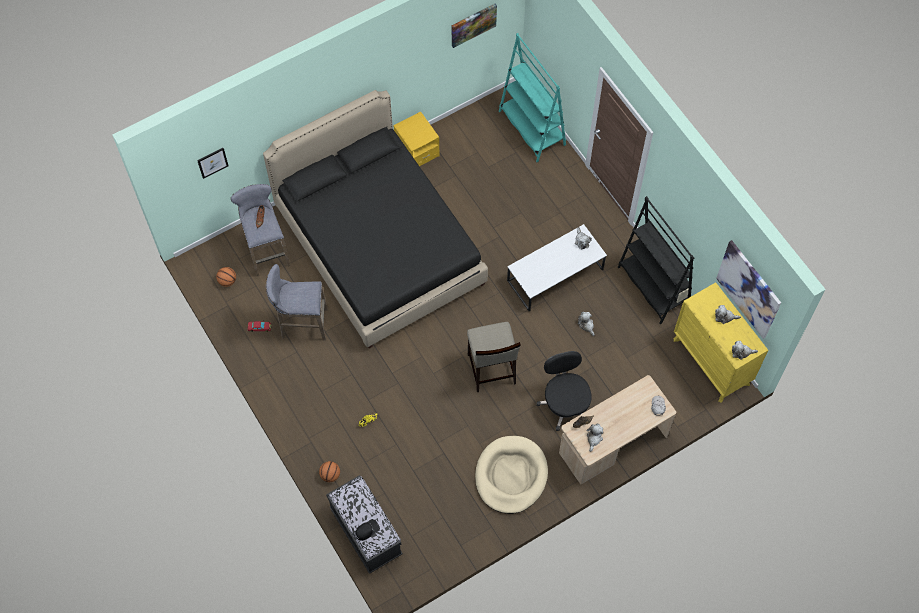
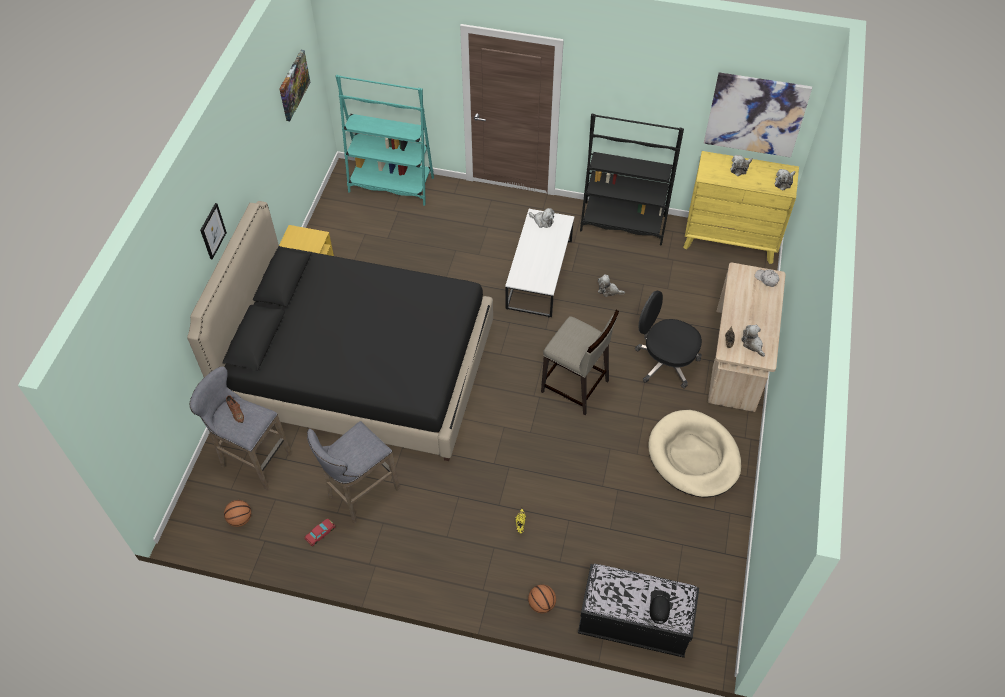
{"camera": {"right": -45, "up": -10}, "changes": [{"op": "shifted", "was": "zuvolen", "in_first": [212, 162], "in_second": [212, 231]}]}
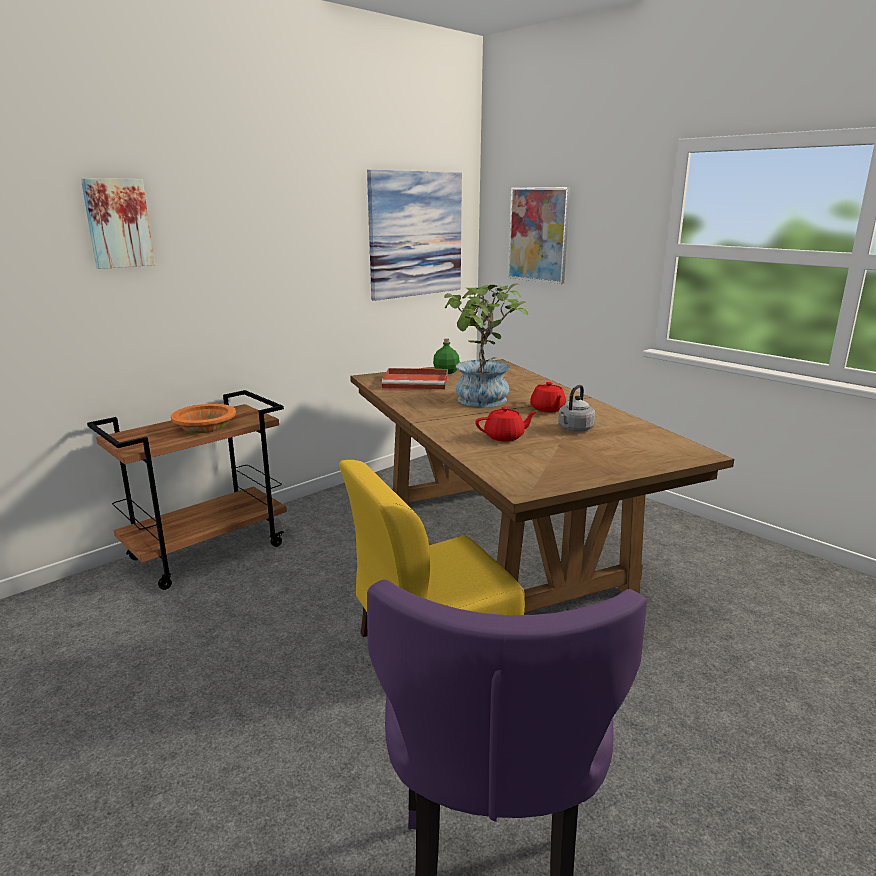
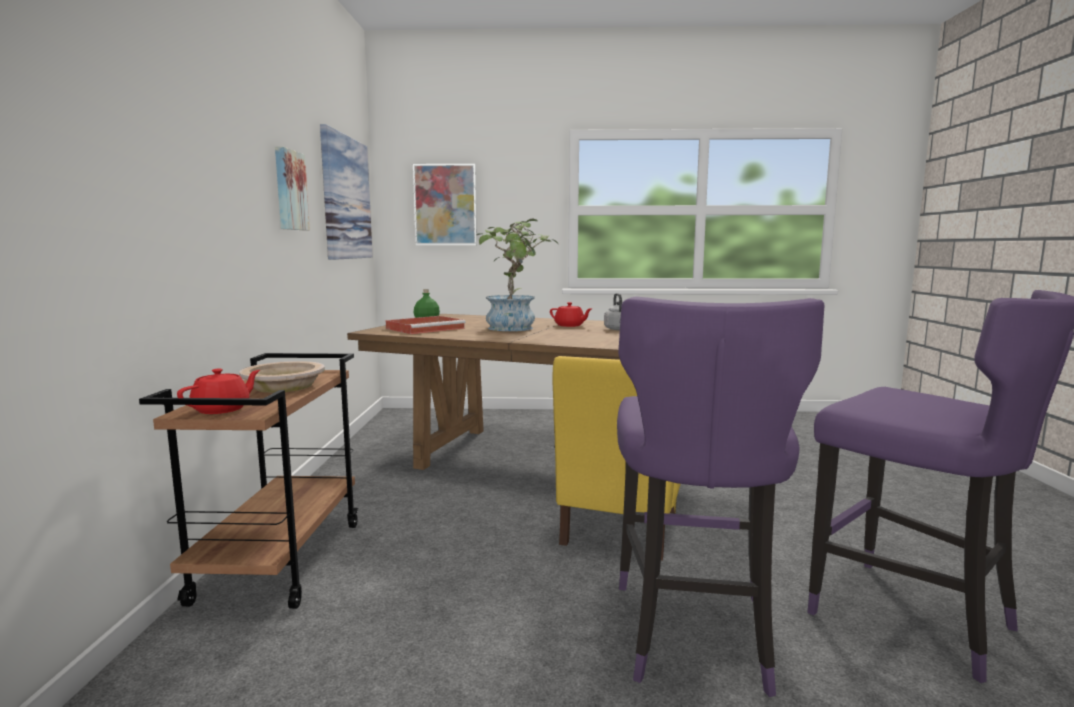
{"camera": {"right": -45, "up": -10}, "changes": [{"op": "shifted", "was": "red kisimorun", "in_first": [505, 437], "in_second": [222, 409]}, {"op": "repainted", "was": "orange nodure", "now": "beige nodure", "in_first": [205, 426], "in_second": [284, 386]}, {"op": "shifted", "was": "zuvolen", "in_first": [118, 223], "in_second": [289, 190]}, {"op": "new", "now": "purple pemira", "in_second": [693, 635]}]}
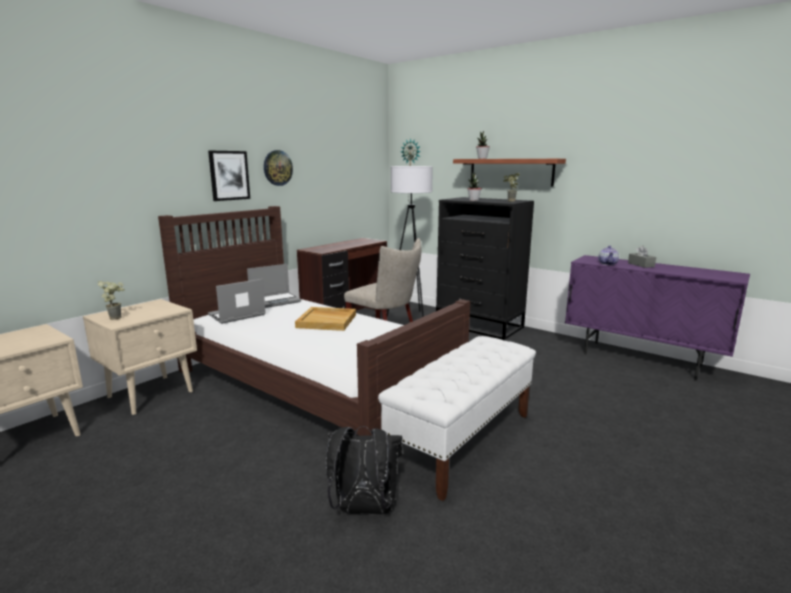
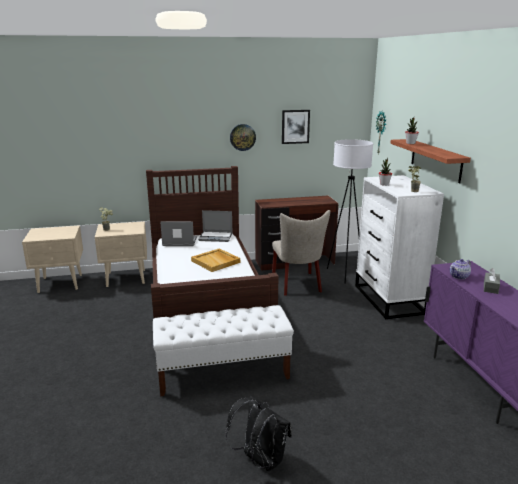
{"camera": {"right": 40, "up": 5}, "changes": [{"op": "shifted", "was": "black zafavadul", "in_first": [363, 509], "in_second": [260, 460]}, {"op": "shifted", "was": "zuvolen", "in_first": [229, 175], "in_second": [295, 126]}, {"op": "repainted", "was": "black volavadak", "now": "white volavadak", "in_first": [480, 326], "in_second": [389, 300]}]}
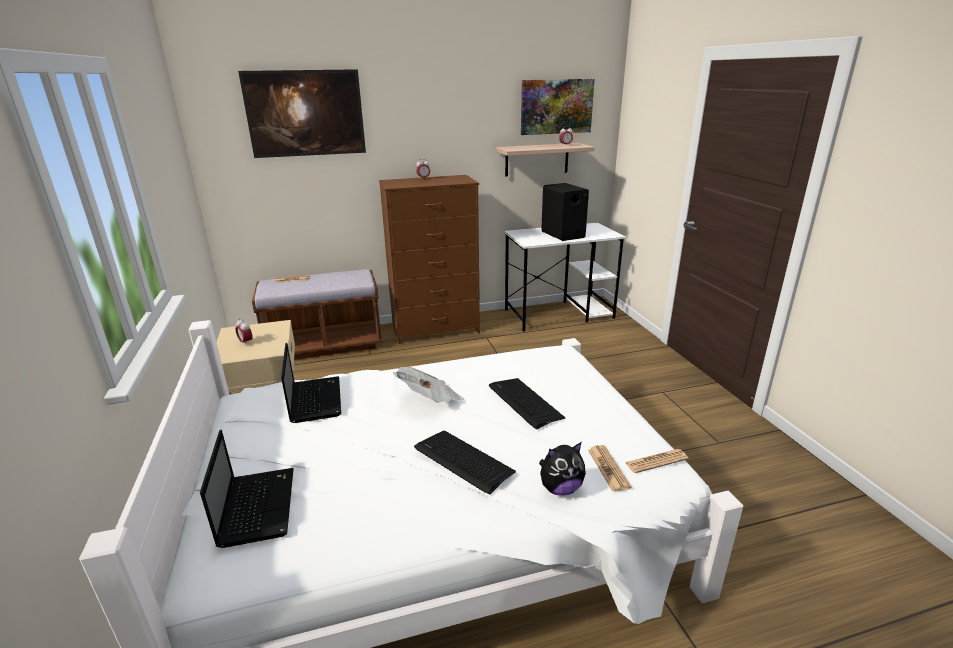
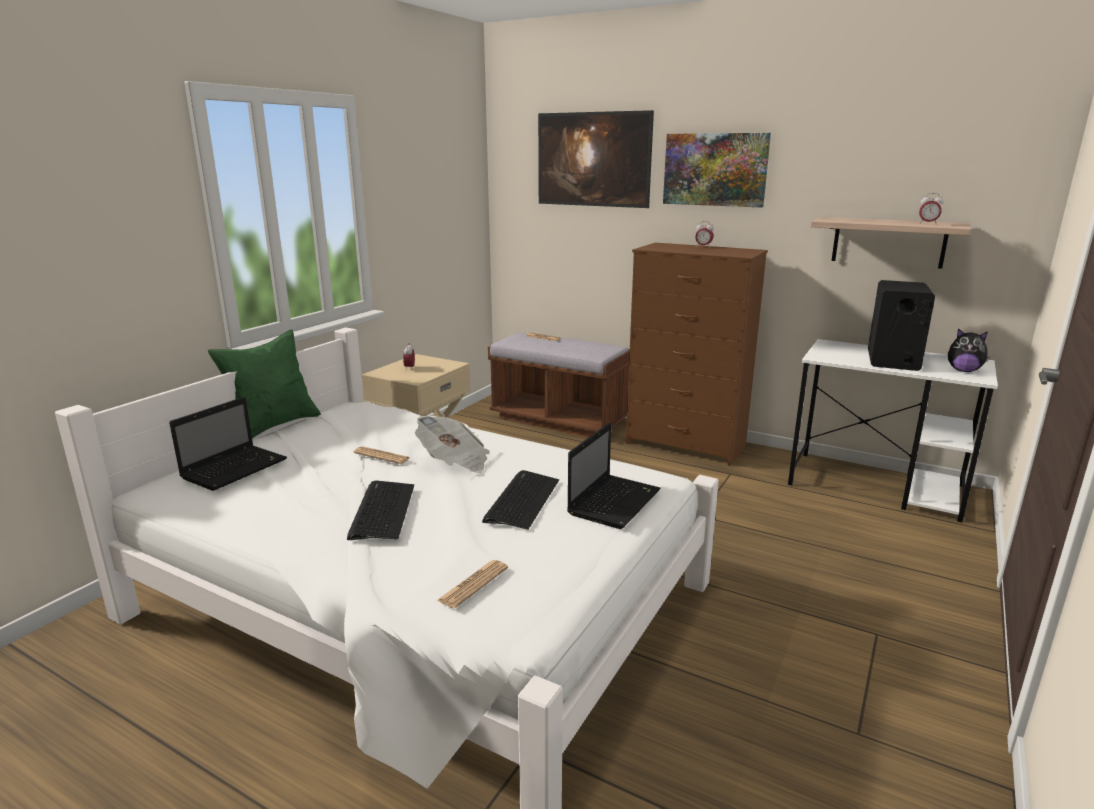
{"camera": {"right": 45, "up": -5}, "changes": [{"op": "new", "now": "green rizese", "in_second": [274, 426]}, {"op": "shifted", "was": "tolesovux", "in_first": [656, 461], "in_second": [382, 456]}, {"op": "shifted", "was": "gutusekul", "in_first": [315, 399], "in_second": [614, 501]}, {"op": "shifted", "was": "zuvolen", "in_first": [556, 106], "in_second": [715, 169]}, {"op": "shifted", "was": "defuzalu", "in_first": [560, 488], "in_second": [963, 371]}]}
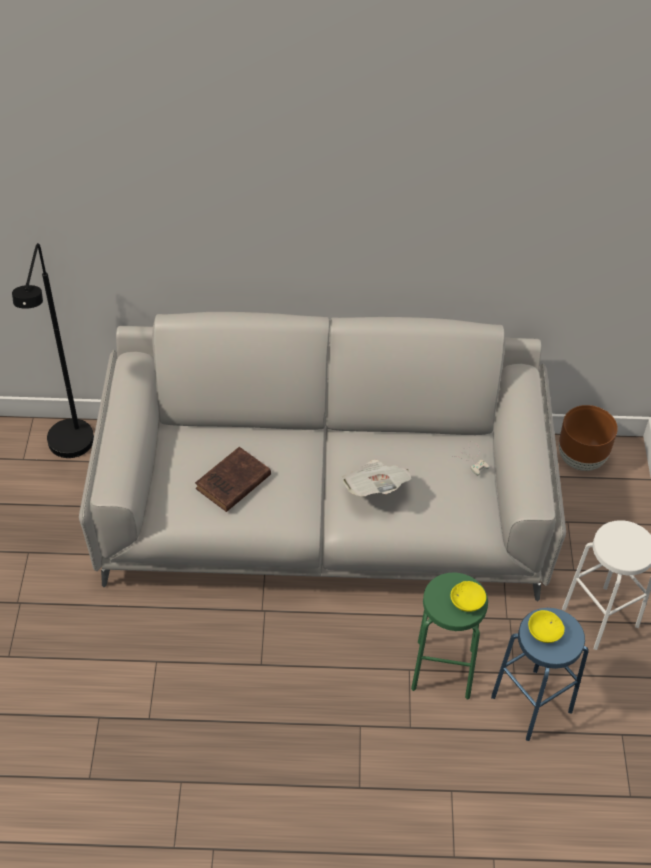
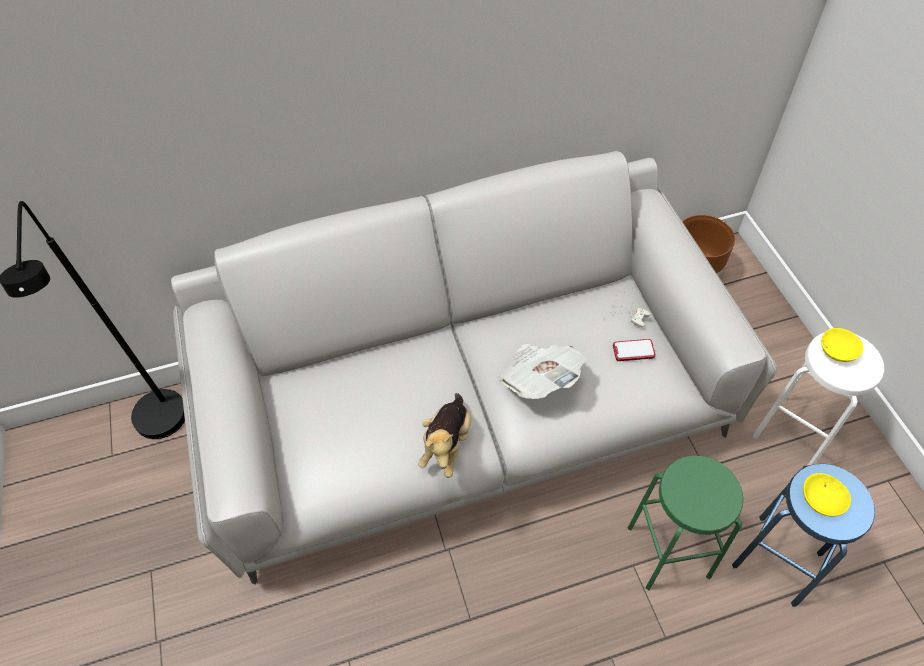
{"camera": {"right": -15, "up": 5}, "changes": [{"op": "new", "now": "defuzalu", "in_second": [447, 444]}, {"op": "new", "now": "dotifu", "in_second": [633, 351]}, {"op": "shifted", "was": "yellow nodure", "in_first": [467, 602], "in_second": [838, 352]}, {"op": "gone", "was": "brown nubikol", "in_first": [232, 483]}]}
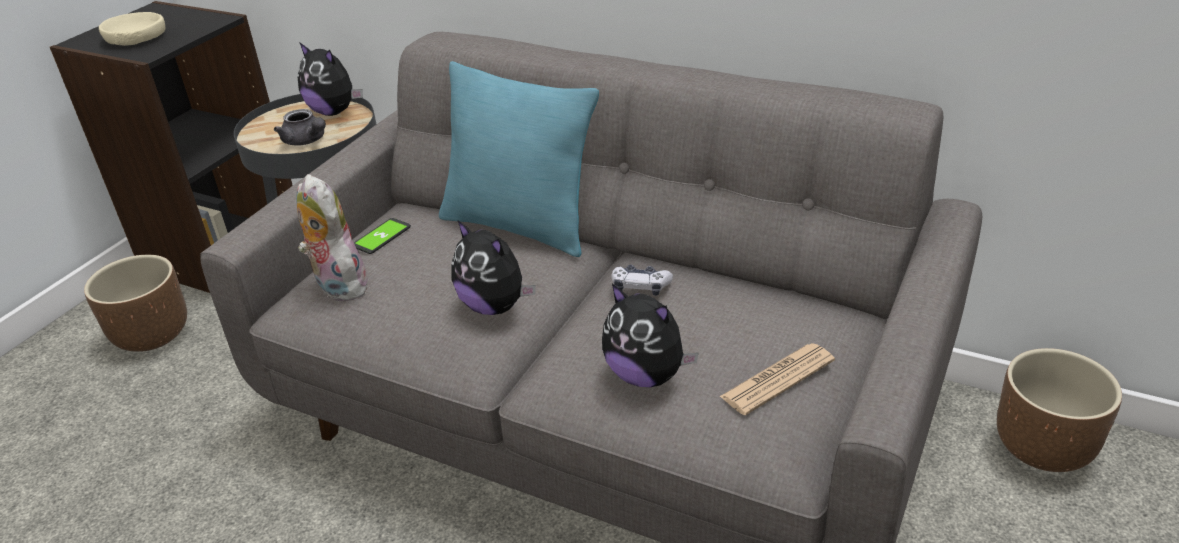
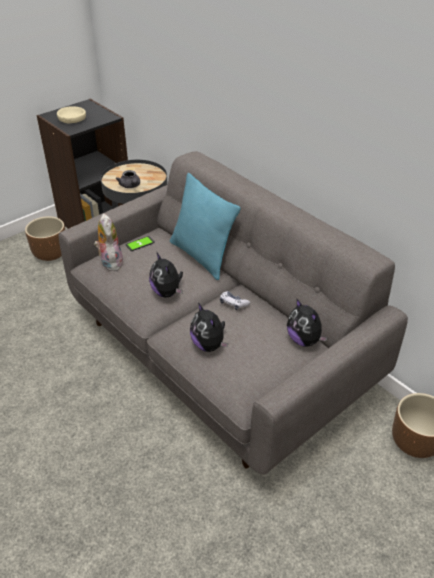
{"camera": {"right": 20, "up": 5}, "changes": [{"op": "shifted", "was": "defuzalu", "in_first": [334, 111], "in_second": [304, 340]}, {"op": "gone", "was": "tolesovux", "in_first": [777, 379]}]}
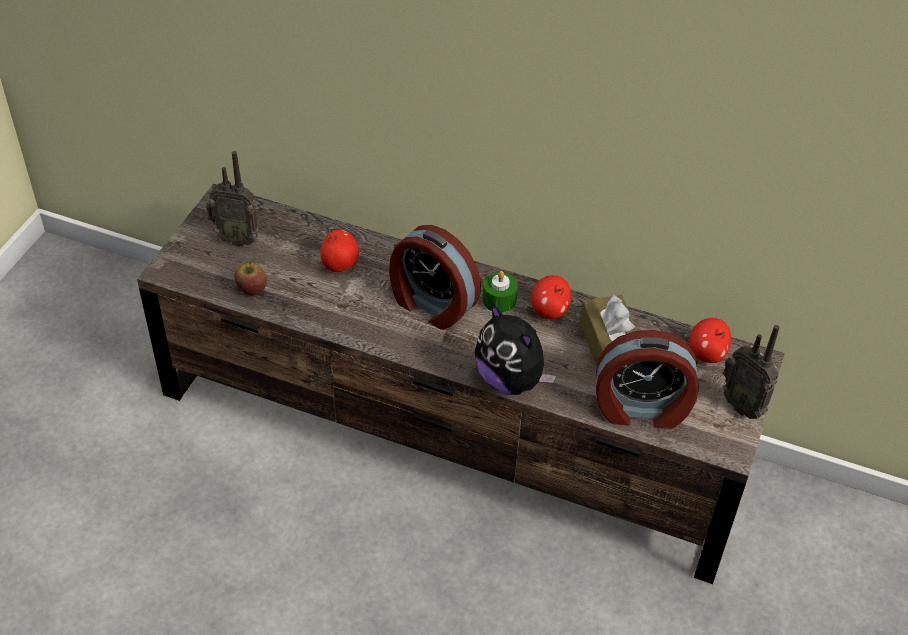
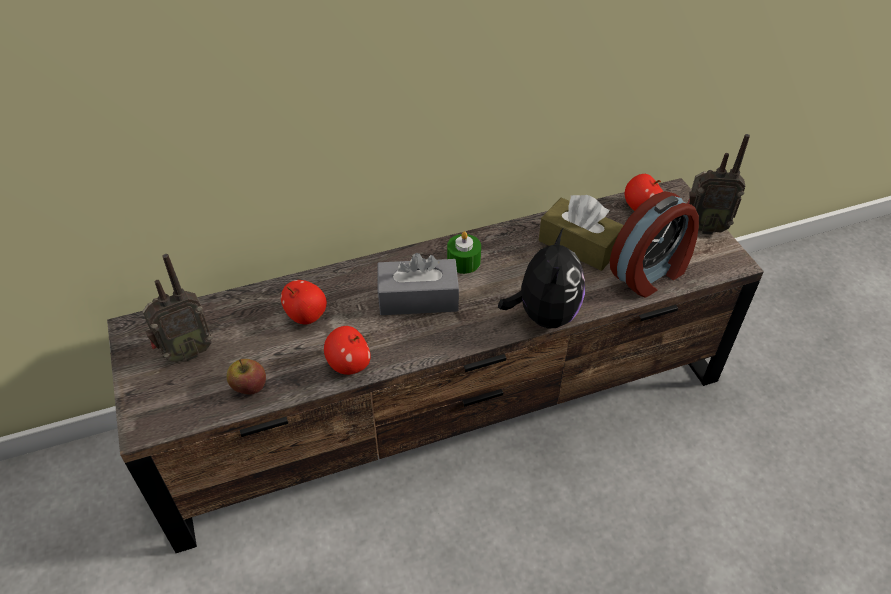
{"camera": {"right": -40, "up": 0}, "changes": [{"op": "shifted", "was": "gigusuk", "in_first": [549, 311], "in_second": [349, 364]}, {"op": "swapped", "was": "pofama", "now": "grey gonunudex", "in_first": [431, 305], "in_second": [418, 298]}, {"op": "rotated", "was": "defuzalu", "in_first": [511, 380], "in_second": [543, 314], "clockwise": -90}]}
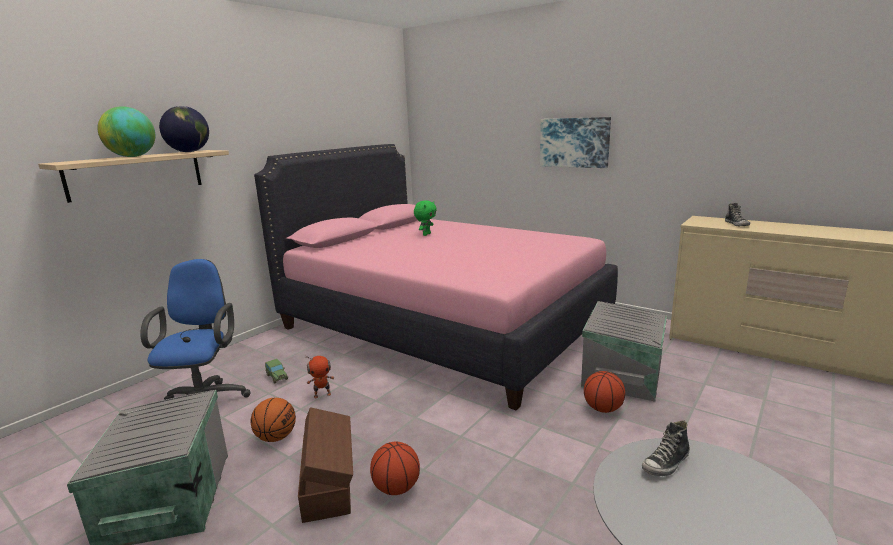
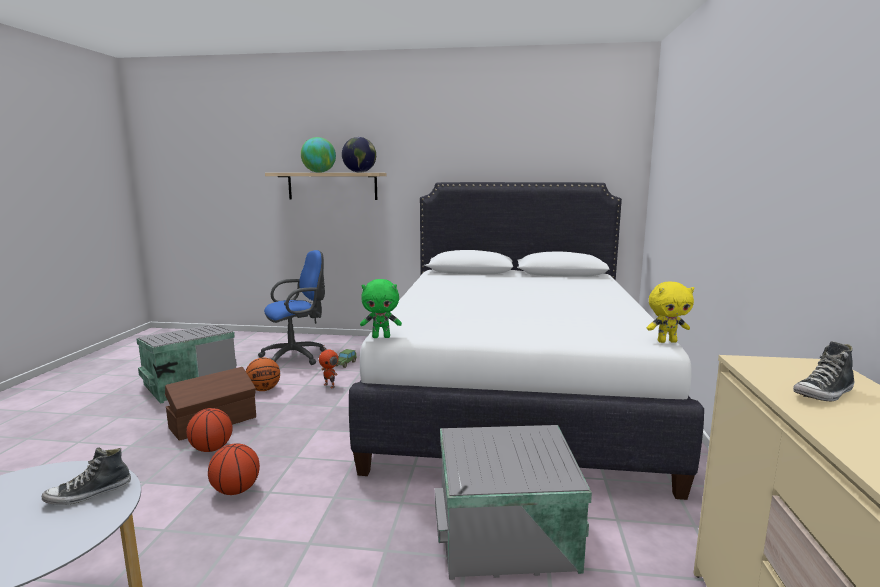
{"camera": {"right": 60, "up": -5}, "changes": [{"op": "rotated", "was": "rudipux", "in_first": [666, 463], "in_second": [89, 494], "clockwise": -60}, {"op": "shifted", "was": "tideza", "in_first": [603, 409], "in_second": [236, 490]}, {"op": "repainted", "was": "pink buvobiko", "now": "white buvobiko", "in_first": [443, 324], "in_second": [513, 394]}, {"op": "shifted", "was": "green defuzalu", "in_first": [426, 234], "in_second": [381, 337]}, {"op": "new", "now": "yellow defuzalu", "in_second": [666, 341]}, {"op": "gone", "was": "zuvolen", "in_first": [574, 142]}]}
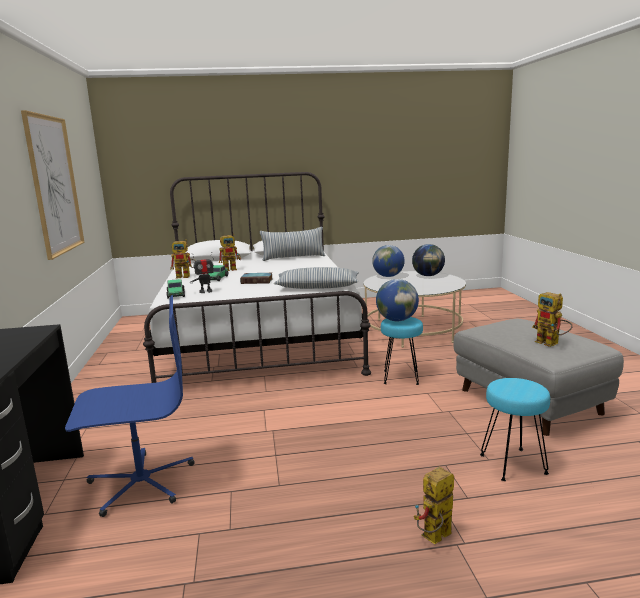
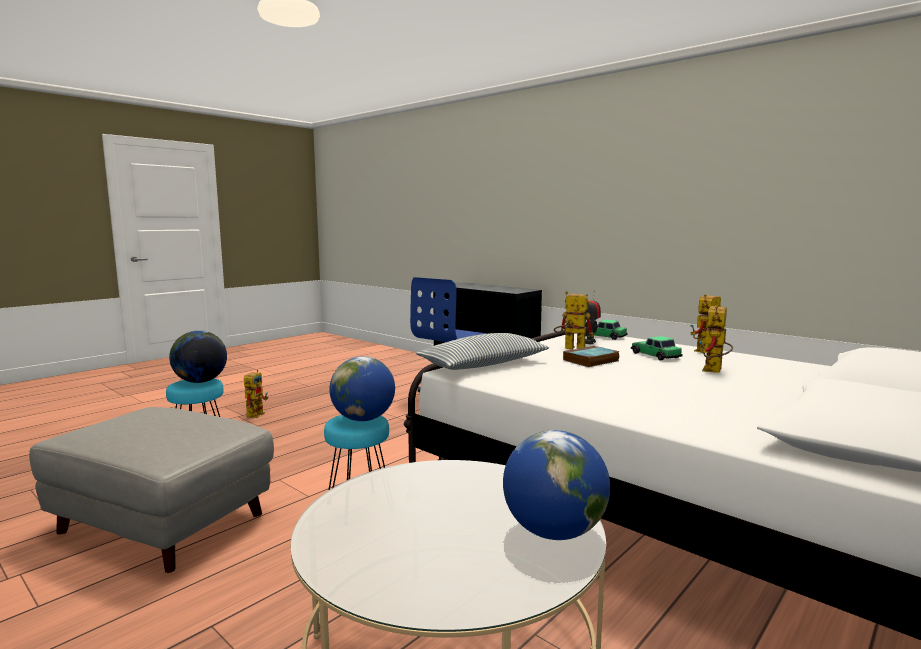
{"camera": {"right": 140, "up": -5}, "changes": [{"op": "shifted", "was": "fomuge", "in_first": [428, 276], "in_second": [200, 381]}, {"op": "shifted", "was": "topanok", "in_first": [552, 343], "in_second": [569, 348]}, {"op": "gone", "was": "zuvolen", "in_first": [54, 185]}, {"op": "gone", "was": "rizese", "in_first": [293, 257]}]}
